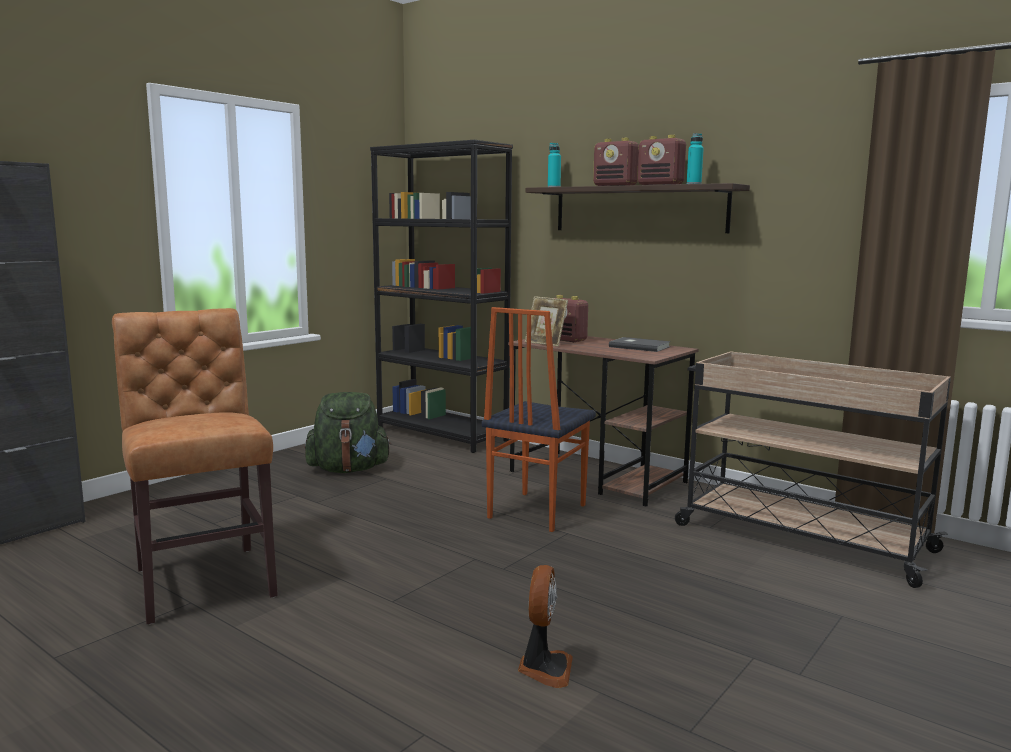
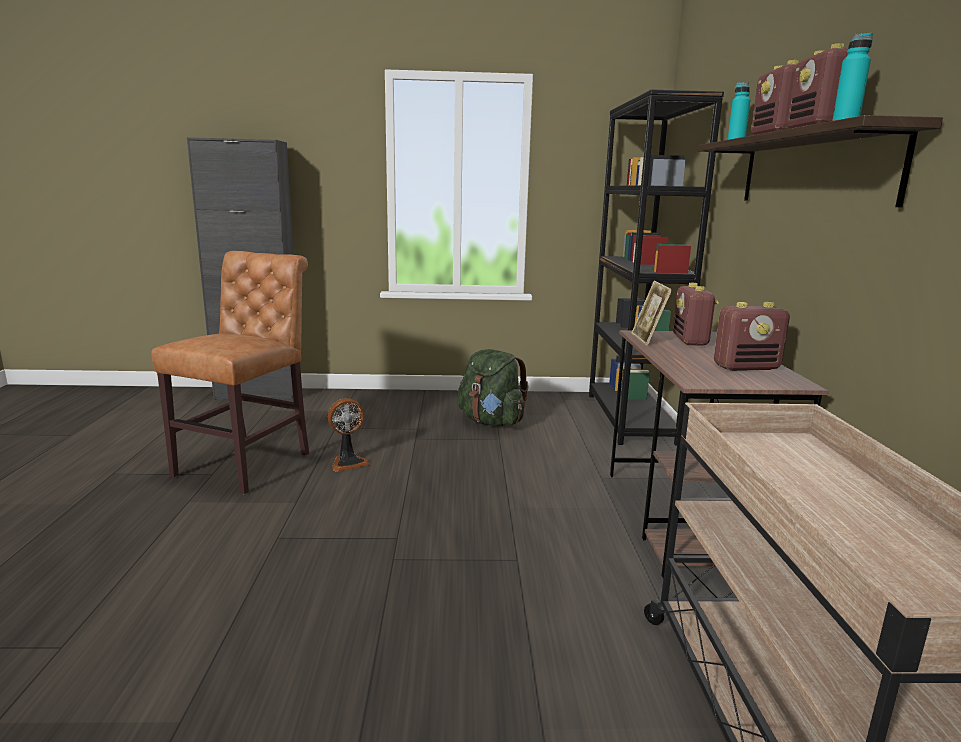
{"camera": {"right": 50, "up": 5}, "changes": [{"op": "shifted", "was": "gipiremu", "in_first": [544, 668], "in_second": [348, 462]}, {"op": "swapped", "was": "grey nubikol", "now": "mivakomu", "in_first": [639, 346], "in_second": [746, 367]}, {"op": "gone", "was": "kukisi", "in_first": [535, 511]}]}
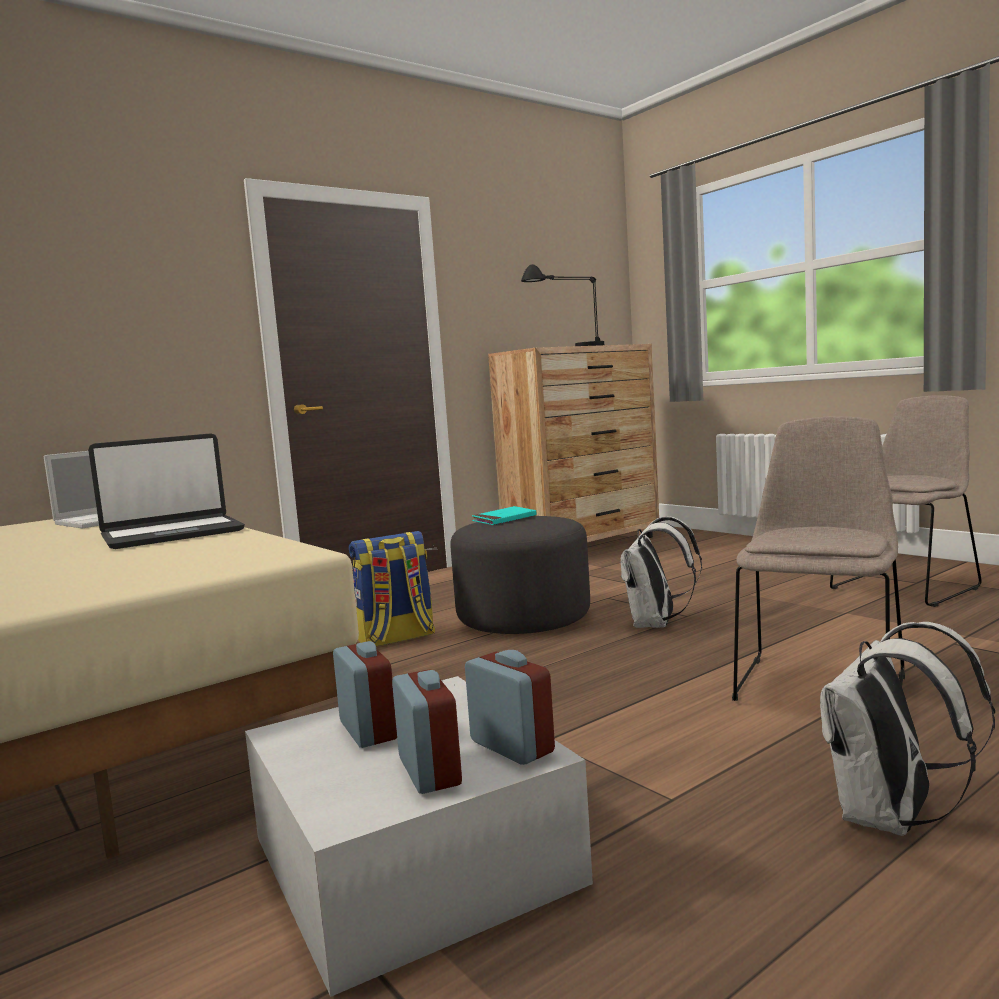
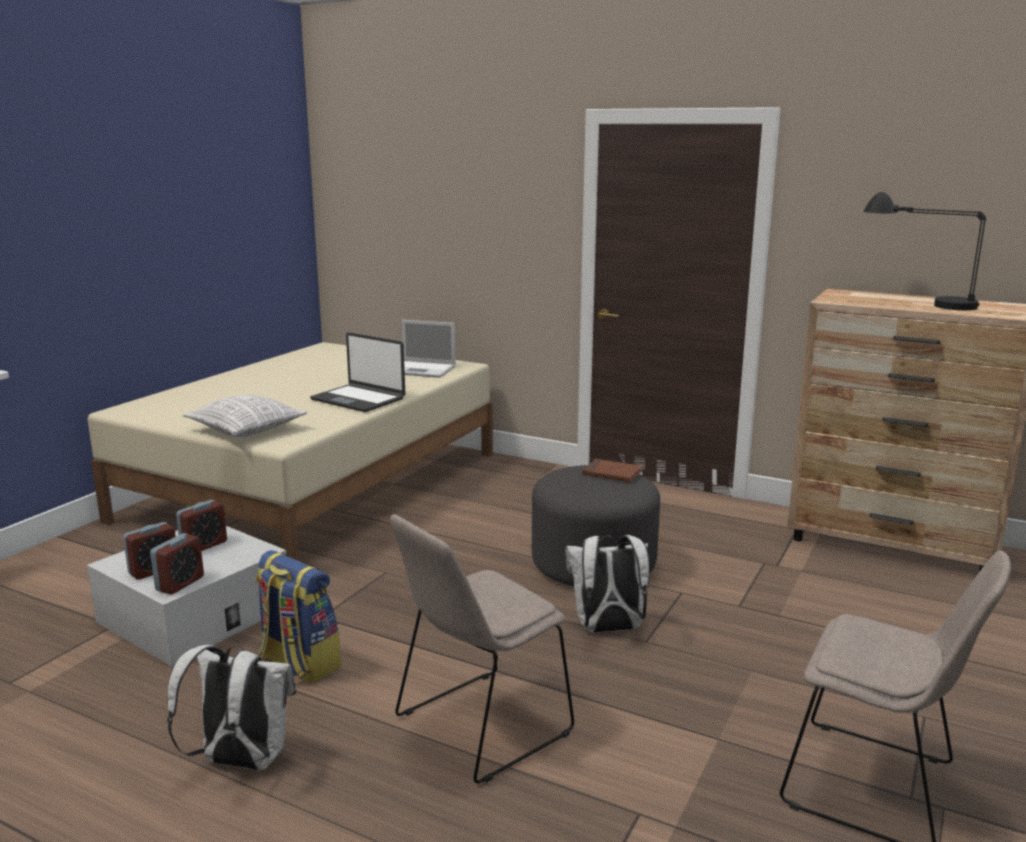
{"camera": {"right": 65, "up": 10}, "changes": [{"op": "new", "now": "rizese", "in_second": [247, 430]}, {"op": "shifted", "was": "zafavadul", "in_first": [396, 638], "in_second": [298, 663]}, {"op": "rotated", "was": "beige kukisi", "in_first": [820, 684], "in_second": [479, 727], "clockwise": 135}, {"op": "repainted", "was": "turquoise nubikol", "now": "brown nubikol", "in_first": [504, 519], "in_second": [612, 473]}]}
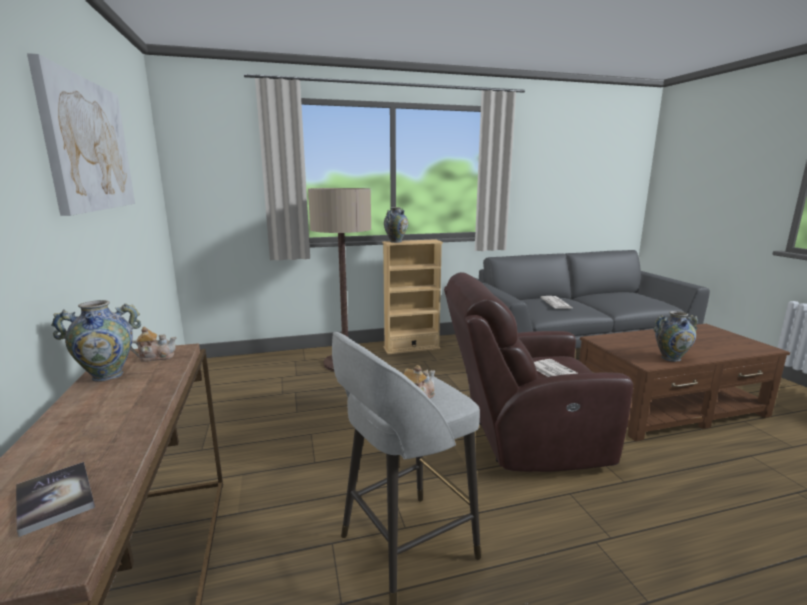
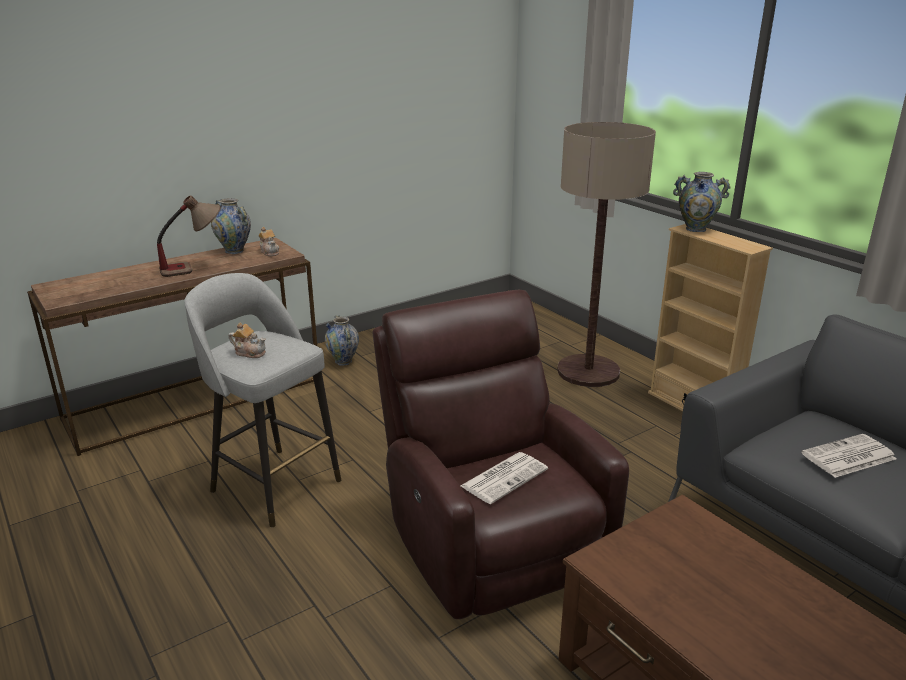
{"camera": {"right": 70, "up": 10}, "changes": [{"op": "new", "now": "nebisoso", "in_second": [194, 268]}, {"op": "shifted", "was": "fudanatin", "in_first": [671, 358], "in_second": [343, 361]}, {"op": "gone", "was": "nubikol", "in_first": [55, 498]}, {"op": "gone", "was": "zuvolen", "in_first": [89, 145]}]}
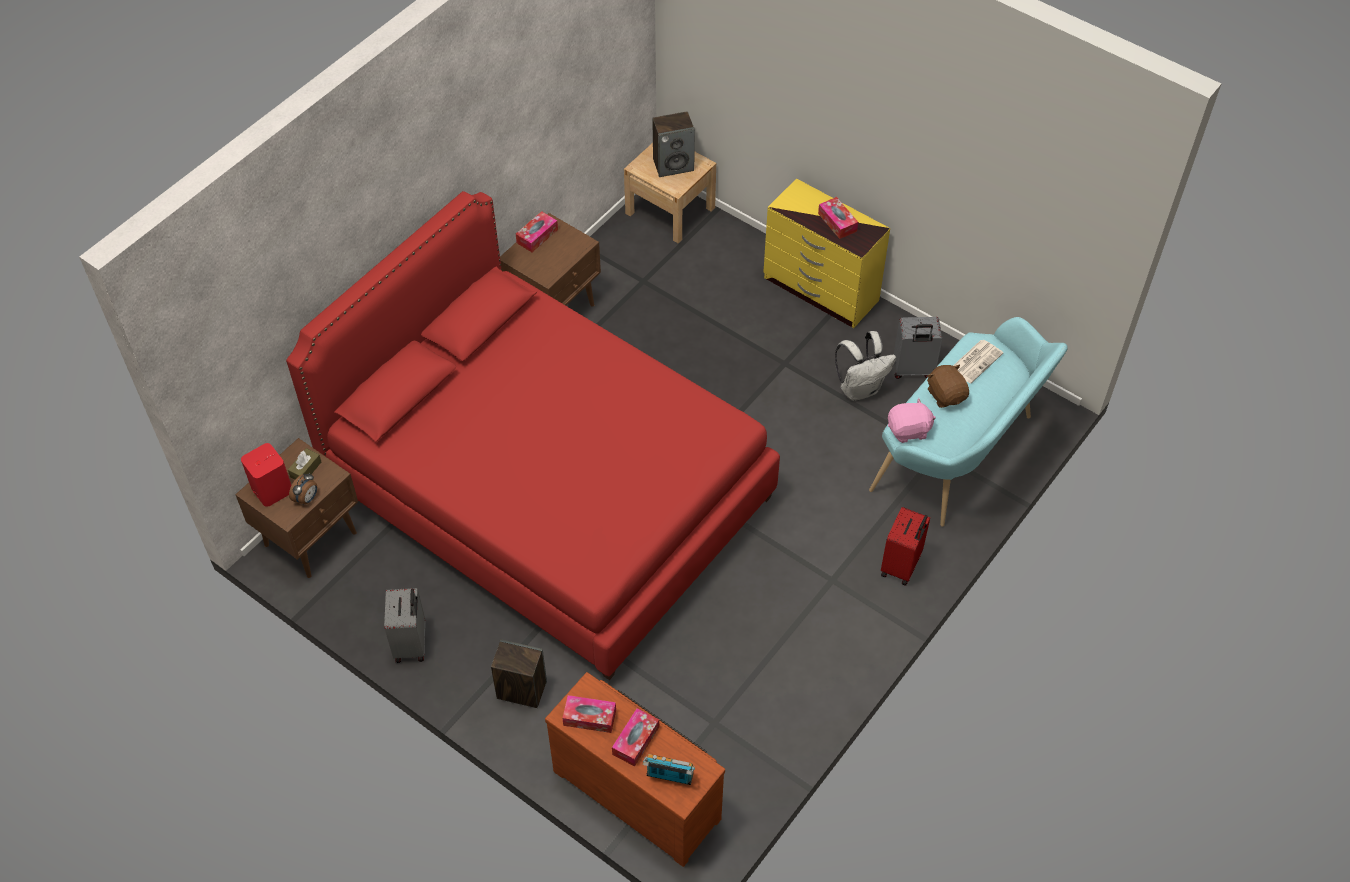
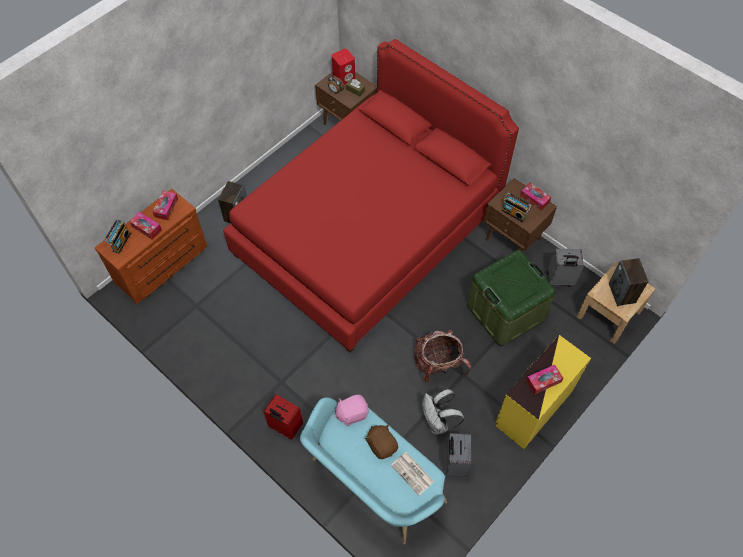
{"camera": {"right": 95, "up": 5}, "changes": [{"op": "rotated", "was": "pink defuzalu", "in_first": [909, 430], "in_second": [352, 413], "clockwise": 75}, {"op": "rotated", "was": "brown defuzalu", "in_first": [946, 395], "in_second": [382, 445], "clockwise": -105}, {"op": "new", "now": "zafavadul", "in_second": [438, 364]}, {"op": "new", "now": "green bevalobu", "in_second": [505, 312]}, {"op": "new", "now": "mivakomu", "in_second": [514, 213]}, {"op": "shifted", "was": "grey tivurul", "in_first": [412, 643], "in_second": [560, 280]}]}
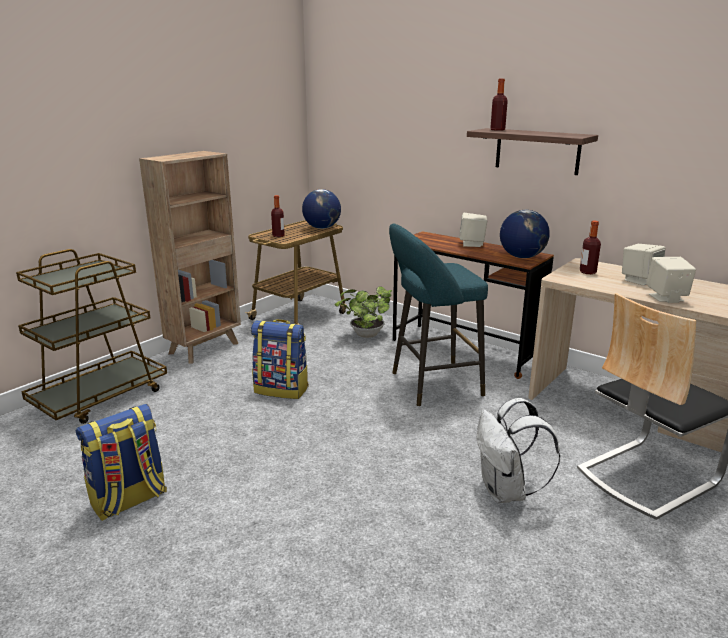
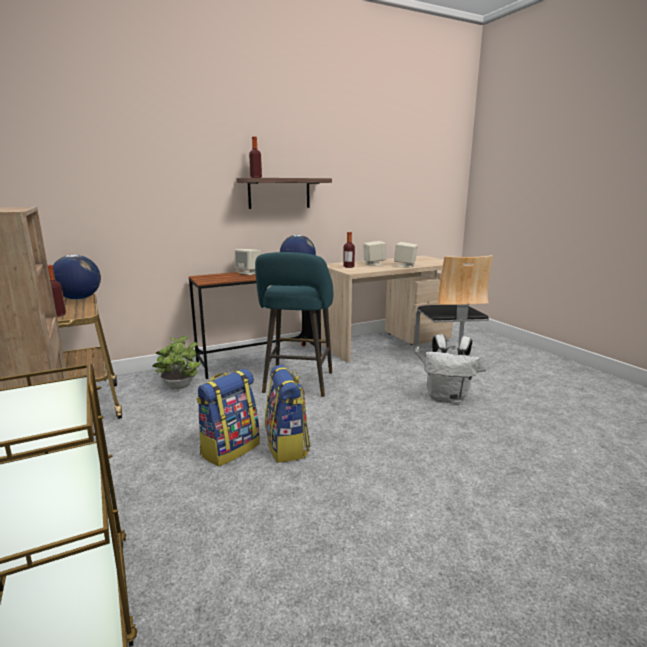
{"camera": {"right": -65, "up": -5}, "changes": [{"op": "shifted", "was": "zafavadul", "in_first": [129, 500], "in_second": [287, 446]}]}
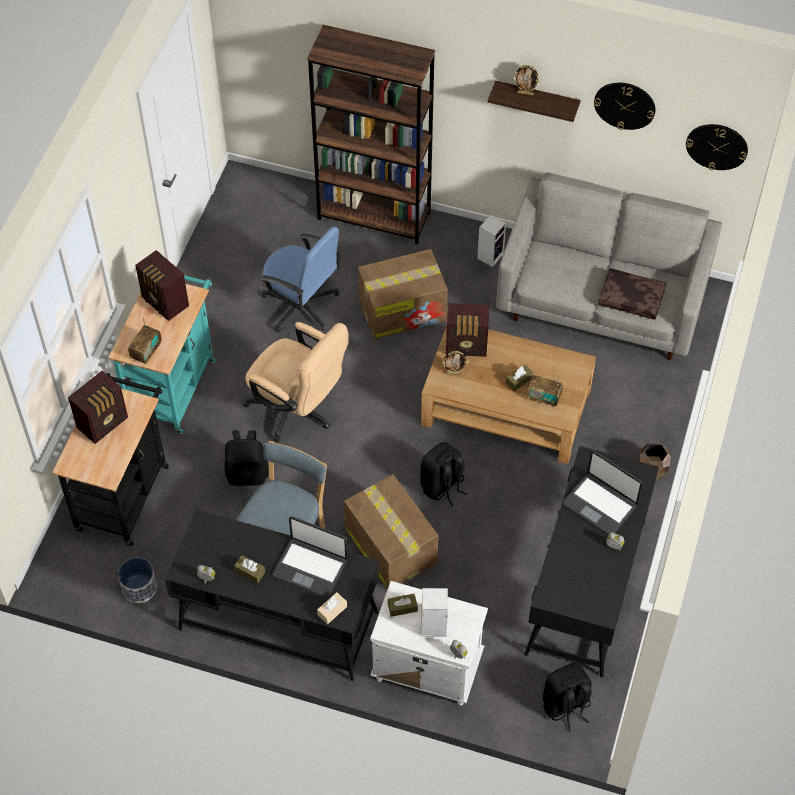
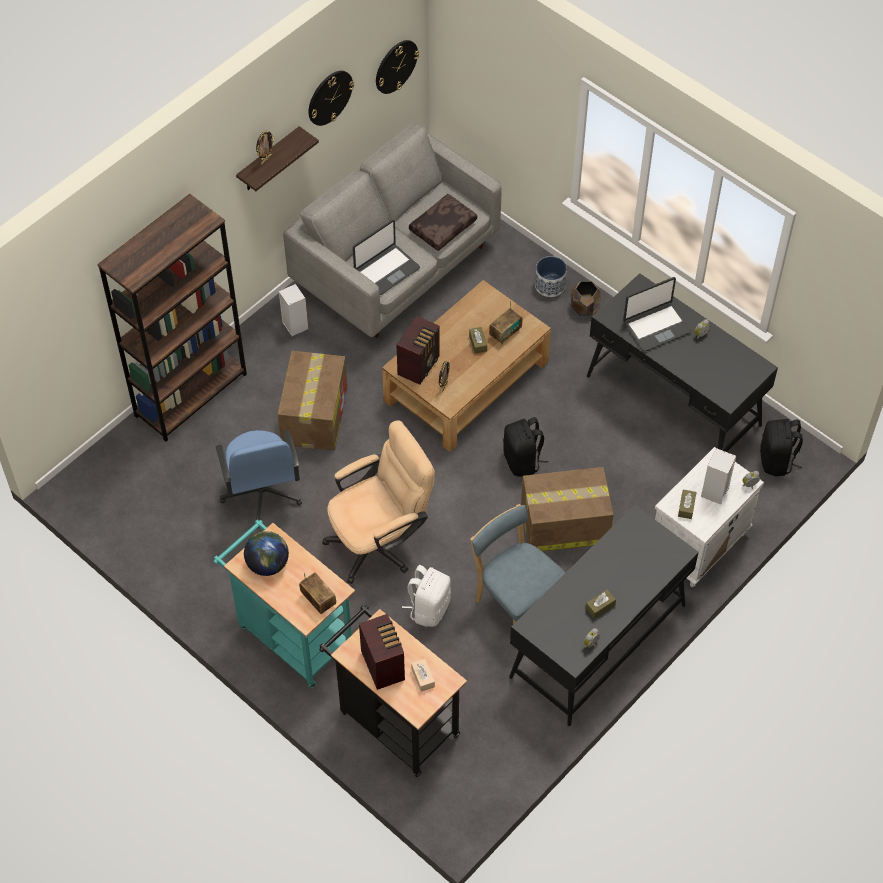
{"camera": {"right": -65, "up": 0}, "changes": [{"op": "rotated", "was": "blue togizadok", "in_first": [301, 306], "in_second": [261, 494], "clockwise": 105}, {"op": "swapped", "was": "mivakomu", "now": "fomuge", "in_first": [165, 303], "in_second": [268, 564]}, {"op": "shifted", "was": "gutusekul", "in_first": [310, 567], "in_second": [386, 269]}, {"op": "repainted", "was": "black zafavadul", "now": "white zafavadul", "in_first": [247, 474], "in_second": [429, 608]}, {"op": "shifted", "was": "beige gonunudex", "in_first": [332, 610], "in_second": [423, 677]}, {"op": "shifted", "was": "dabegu", "in_first": [139, 588], "in_second": [550, 285]}]}
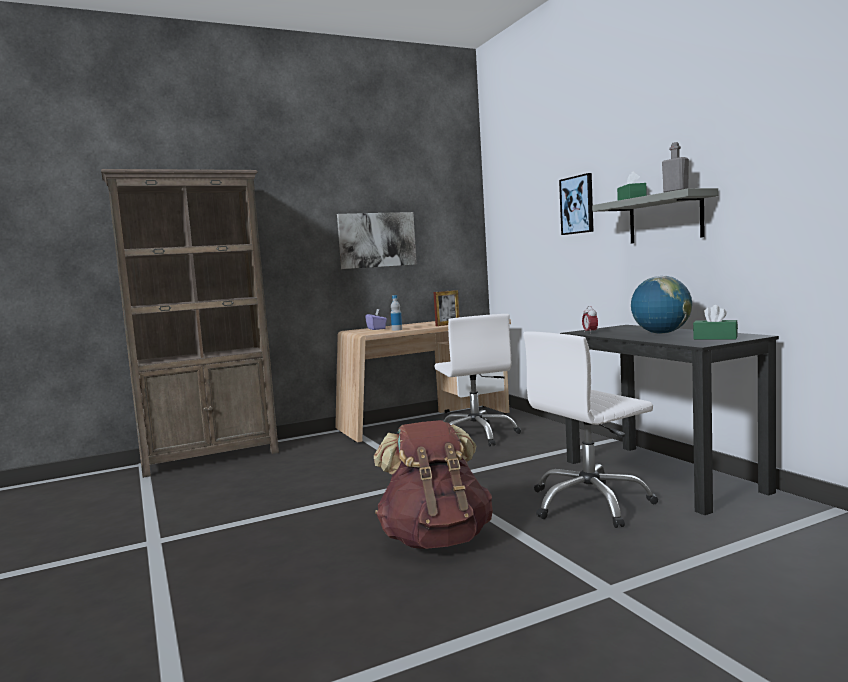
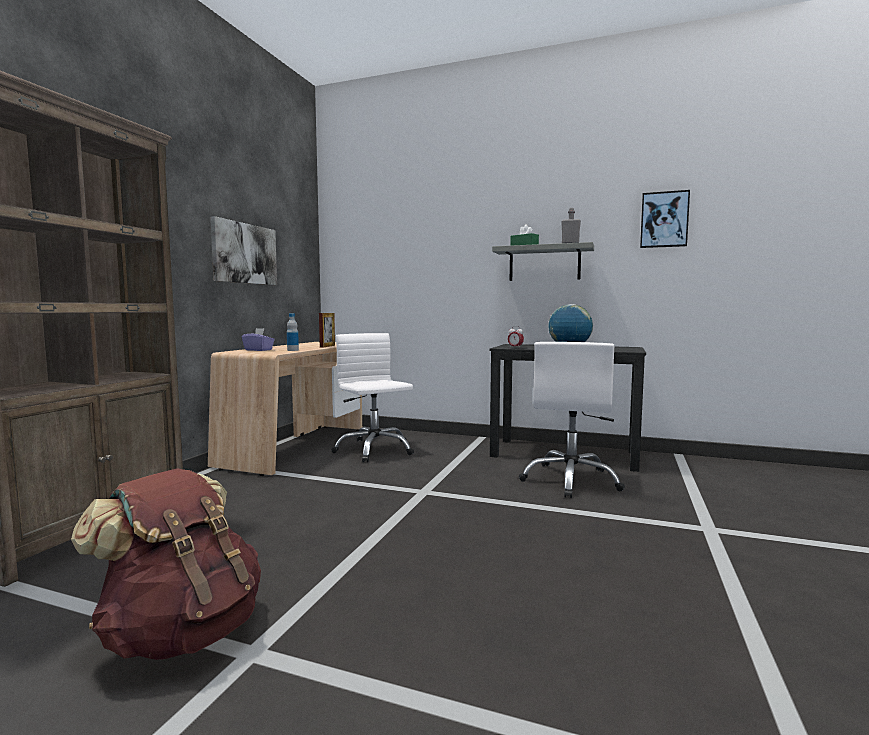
{"camera": {"right": -45, "up": 0}, "changes": [{"op": "shifted", "was": "brown zafavadul", "in_first": [436, 539], "in_second": [182, 632]}, {"op": "rotated", "was": "white togizadok", "in_first": [476, 435], "in_second": [374, 450], "clockwise": -150}, {"op": "shifted", "was": "zuvolen", "in_first": [577, 205], "in_second": [664, 219]}, {"op": "gone", "was": "green gonunudex", "in_first": [715, 338]}]}
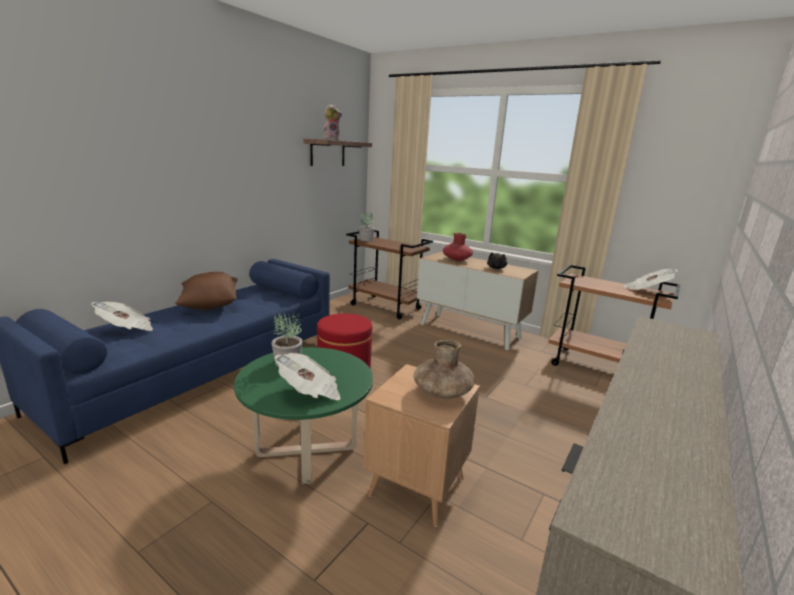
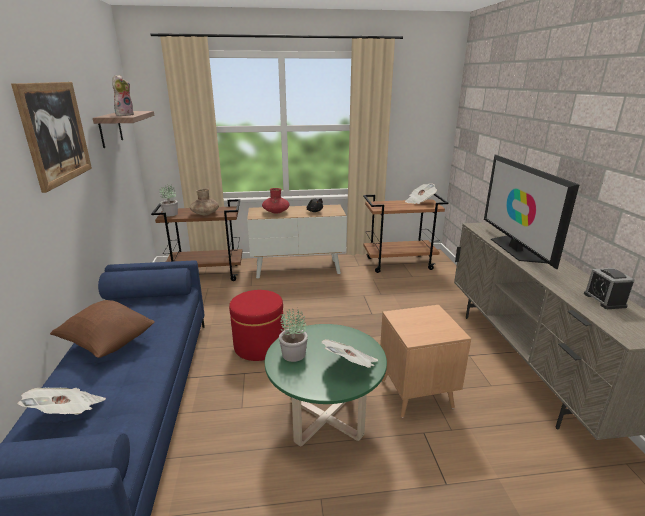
{"camera": {"right": -40, "up": 5}, "changes": [{"op": "new", "now": "zuvolen", "in_second": [56, 133]}, {"op": "shifted", "was": "brown fudanatin", "in_first": [442, 392], "in_second": [205, 214]}, {"op": "new", "now": "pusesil", "in_second": [515, 249]}, {"op": "new", "now": "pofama", "in_second": [604, 300]}]}
